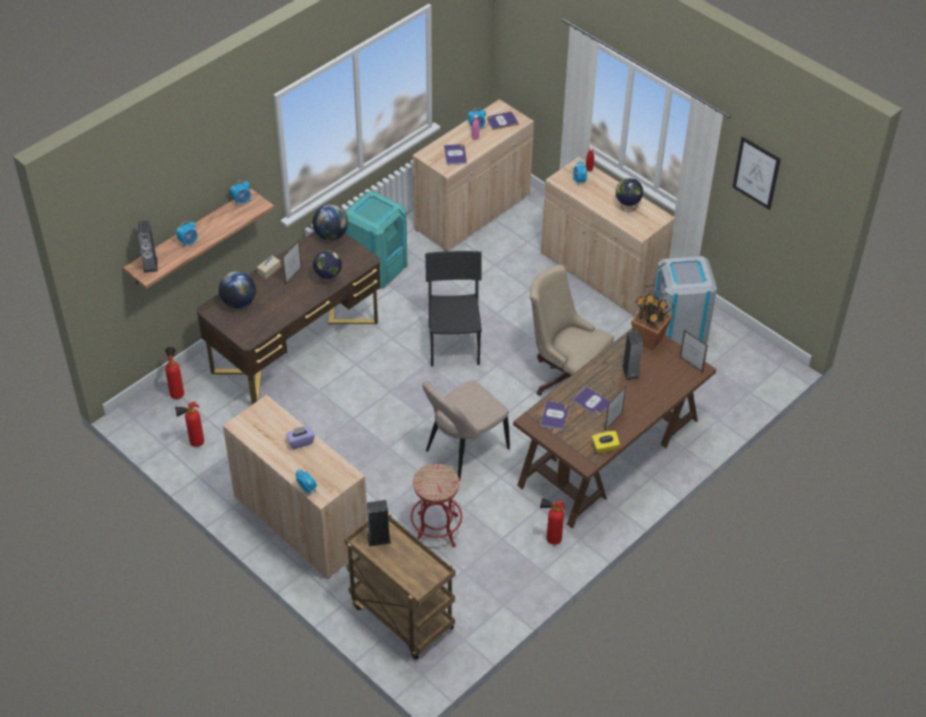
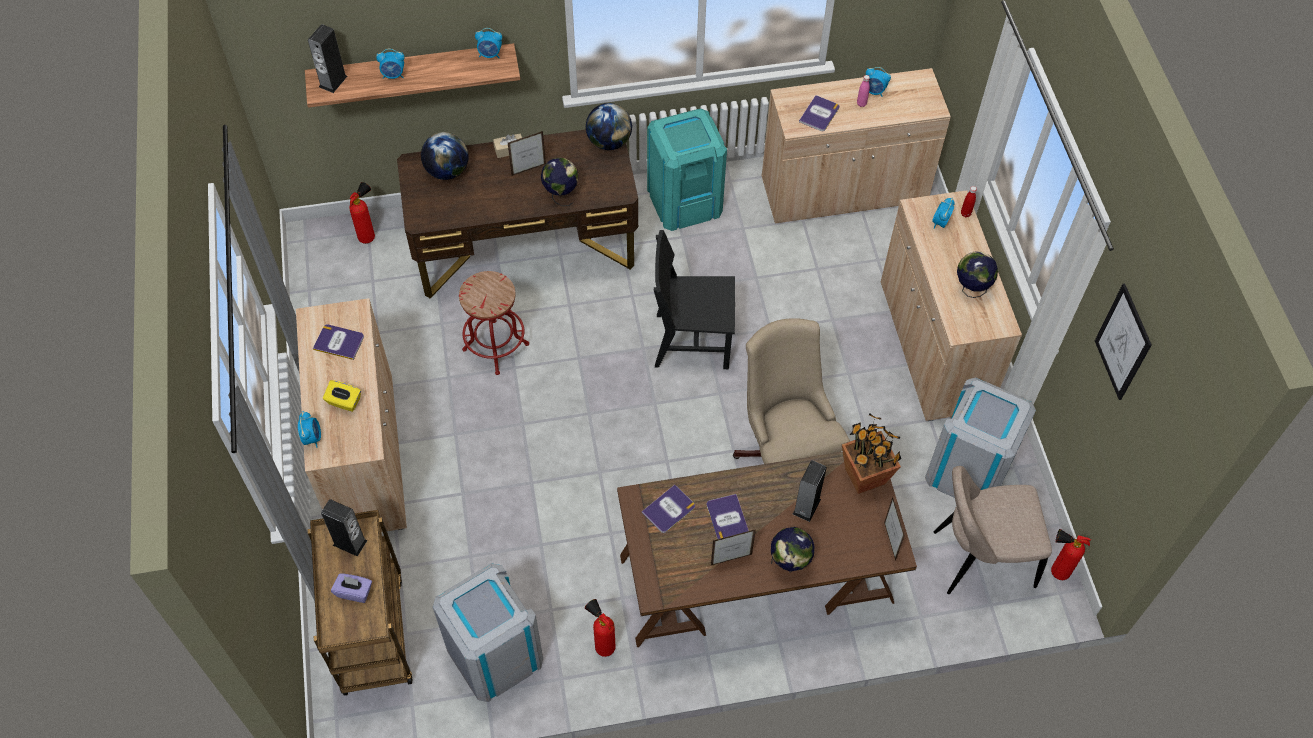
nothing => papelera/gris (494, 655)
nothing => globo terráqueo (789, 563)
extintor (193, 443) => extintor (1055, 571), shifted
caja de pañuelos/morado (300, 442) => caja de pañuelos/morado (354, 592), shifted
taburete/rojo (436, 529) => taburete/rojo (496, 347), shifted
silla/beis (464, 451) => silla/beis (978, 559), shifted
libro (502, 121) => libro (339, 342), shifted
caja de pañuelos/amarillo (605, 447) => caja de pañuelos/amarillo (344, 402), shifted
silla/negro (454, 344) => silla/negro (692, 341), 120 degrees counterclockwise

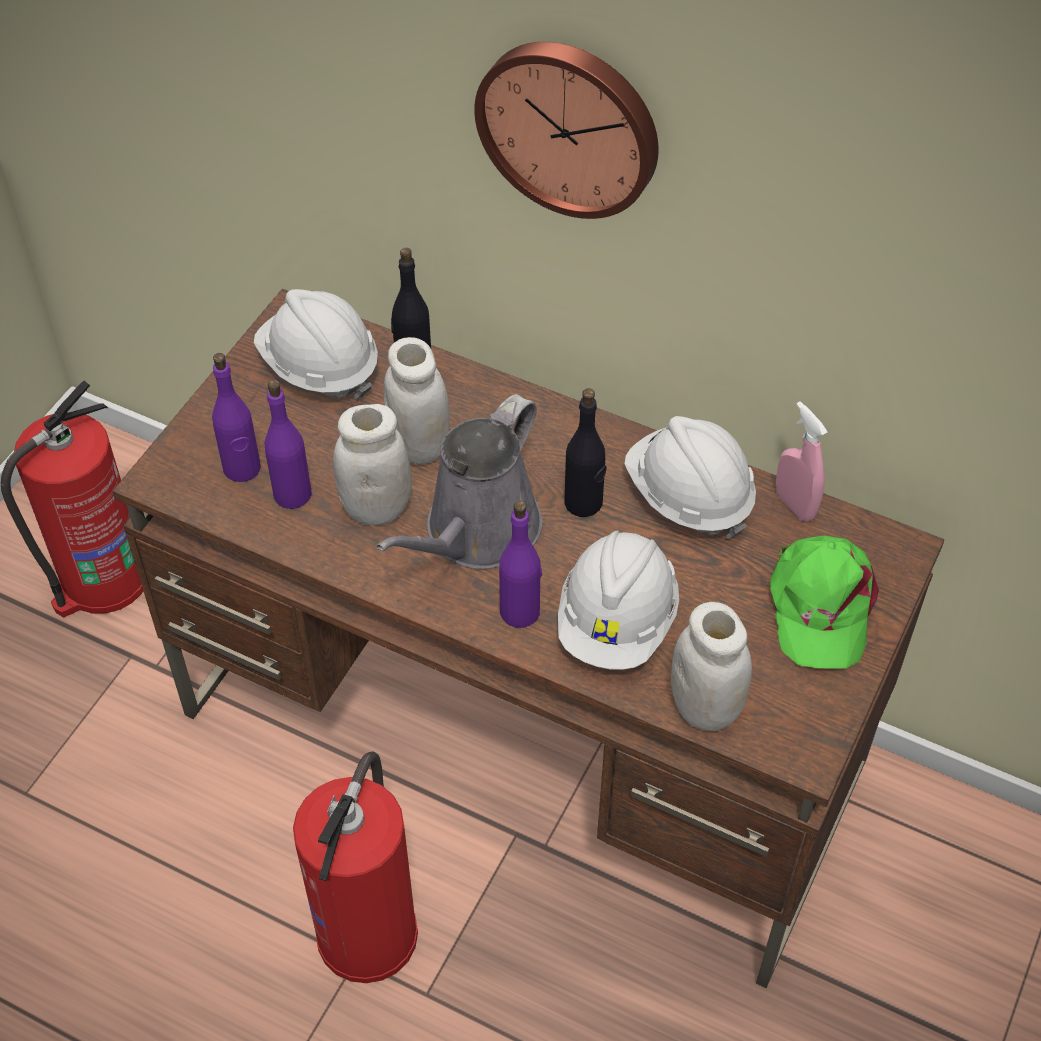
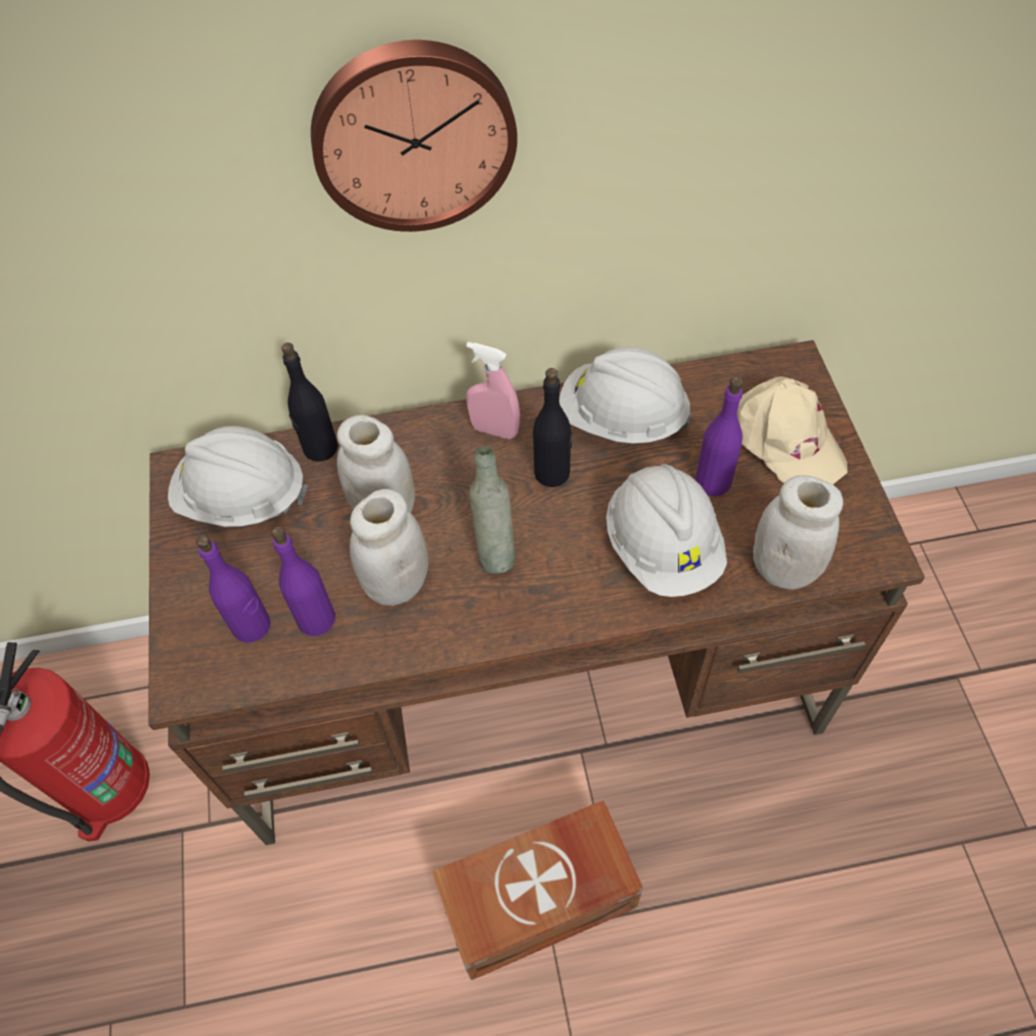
botella/morado (520, 611) => botella/morado (713, 481), shifted
pulverizador/rosa (794, 505) => pulverizador/rosa (494, 430), shifted
extintor (369, 931) => caja de almacenaje/marrón (541, 901)
regadera/gris (476, 533) => botella/gris (495, 550)
gorra/verde (820, 606) => gorra/beis (784, 440)

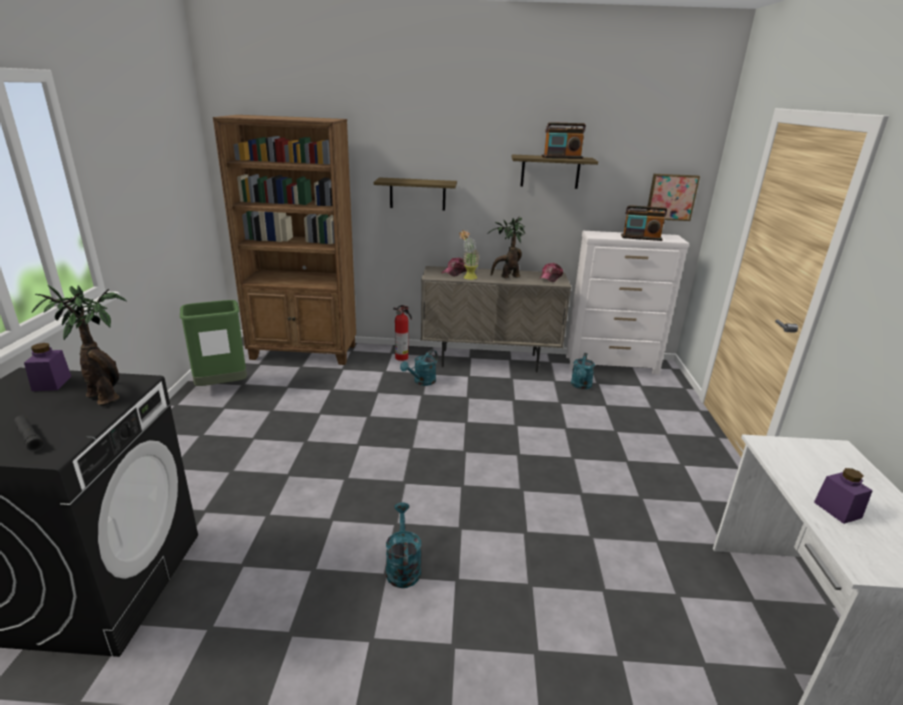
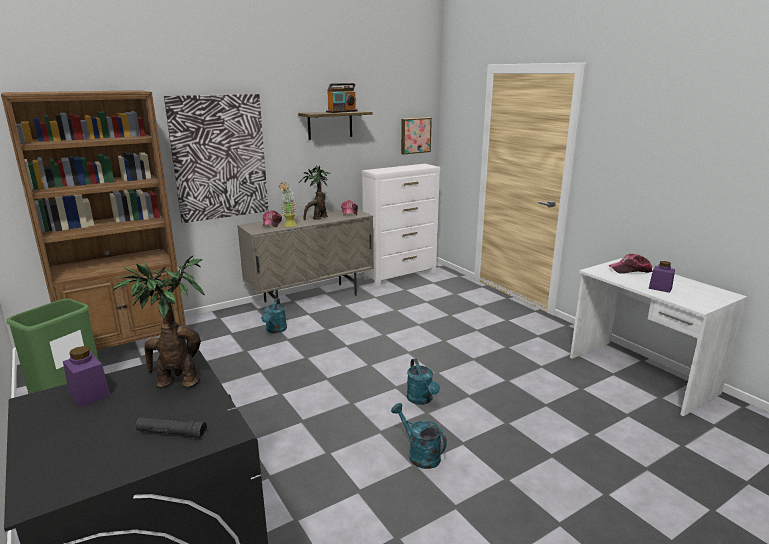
extintor (402, 358) => nothing
radio (641, 238) => nothing
nothing => gorra (630, 270)
regadera/turquesa (581, 386) => regadera/turquesa (422, 400), shifted
estante (417, 194) => cuadro (219, 157)

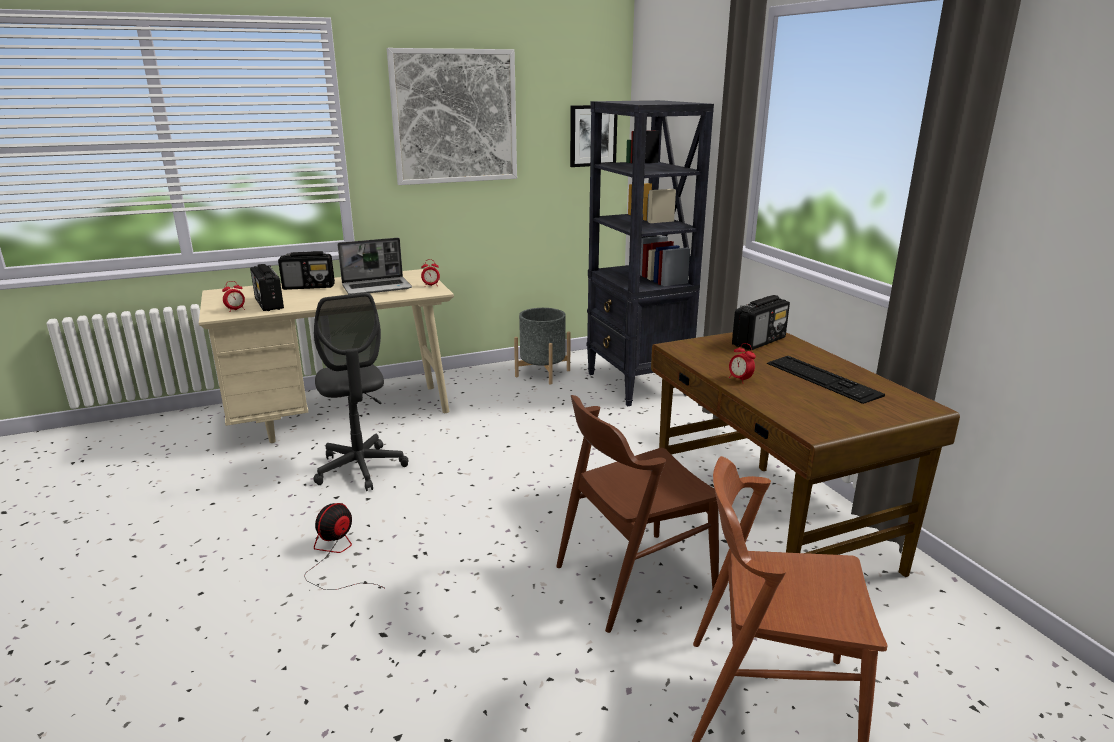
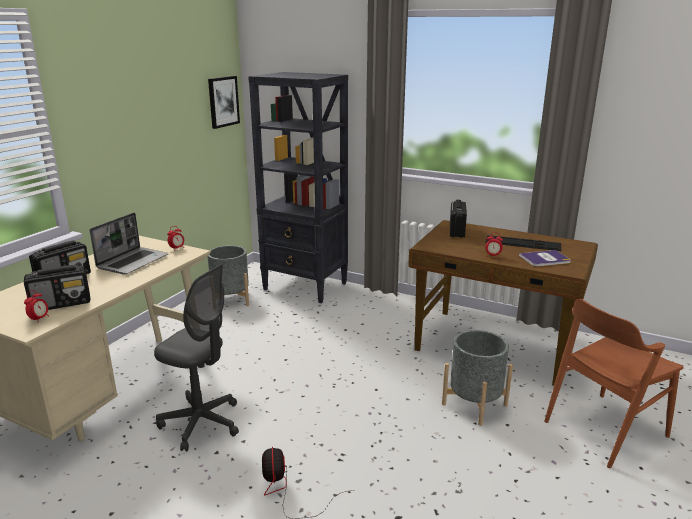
cuadro (454, 117) => nothing
nothing => libro (545, 259)
silla/marrón (634, 579) => maceta/gris (474, 404)
radio (269, 304) => radio (62, 304), 45 degrees counterclockwise

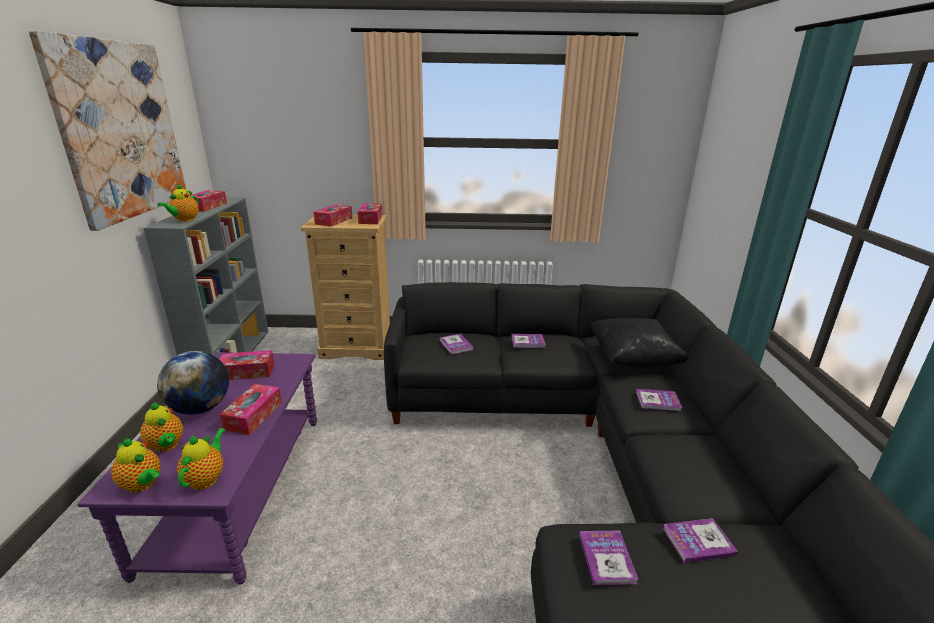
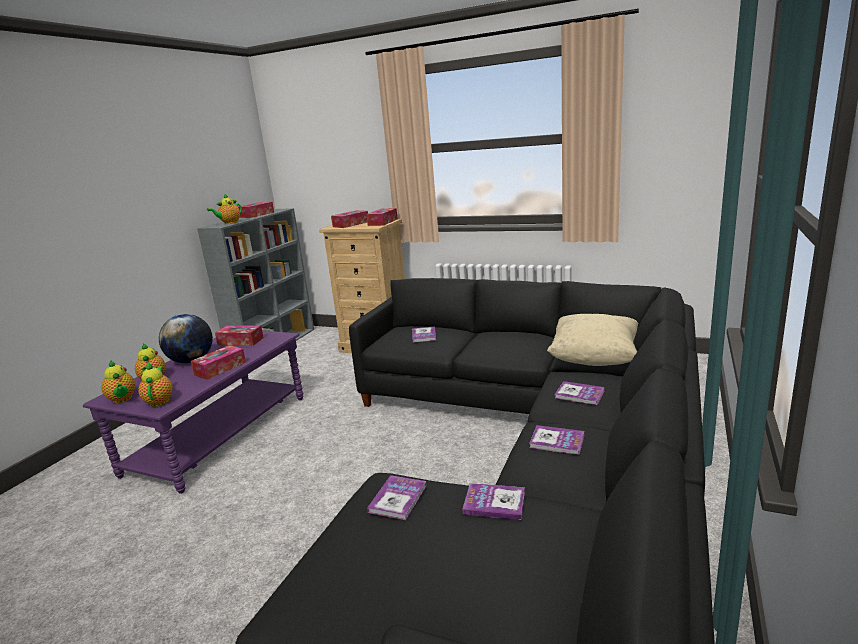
cuadro (121, 130) => nothing
libro (528, 342) => libro (557, 441), shifted
cojín/negro (633, 359) => cojín/beis (594, 359)
tetera (206, 478) => tetera (160, 401), 45 degrees counterclockwise

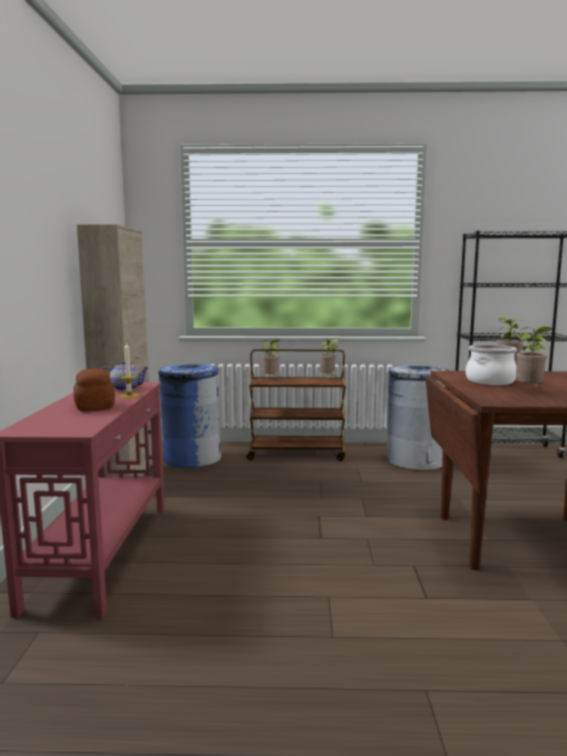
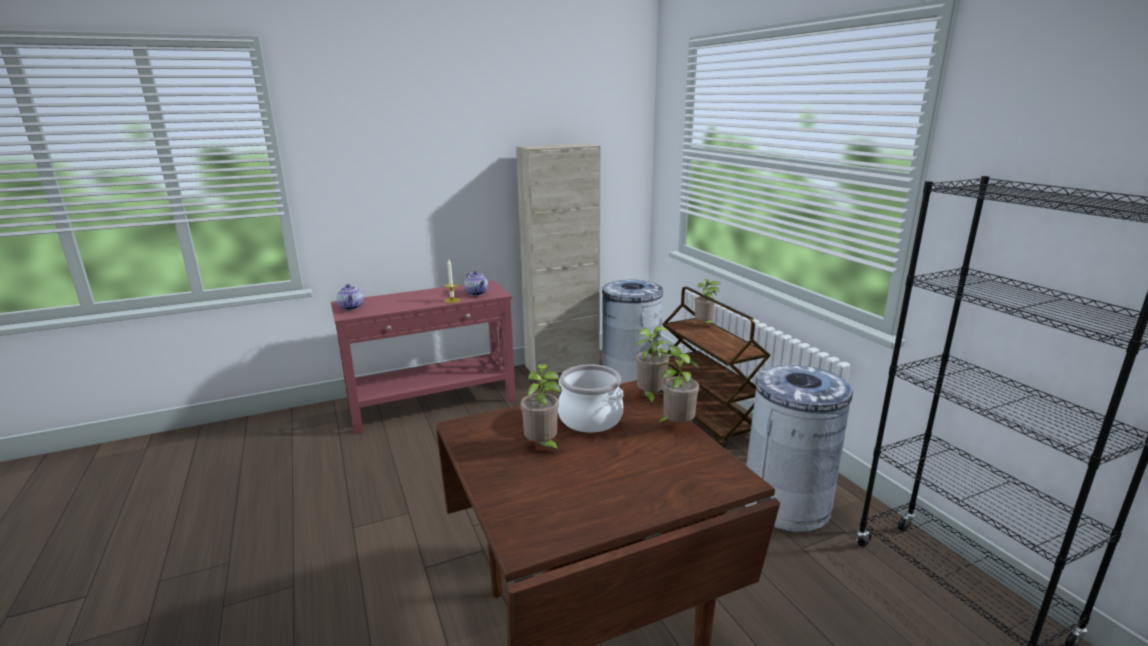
pan (95, 406) => nothing
nothing => tetera (352, 307)
planta en maceta (328, 377) => planta en maceta (650, 397), shifted
papelera/azul (192, 458) => papelera/gris (630, 376)

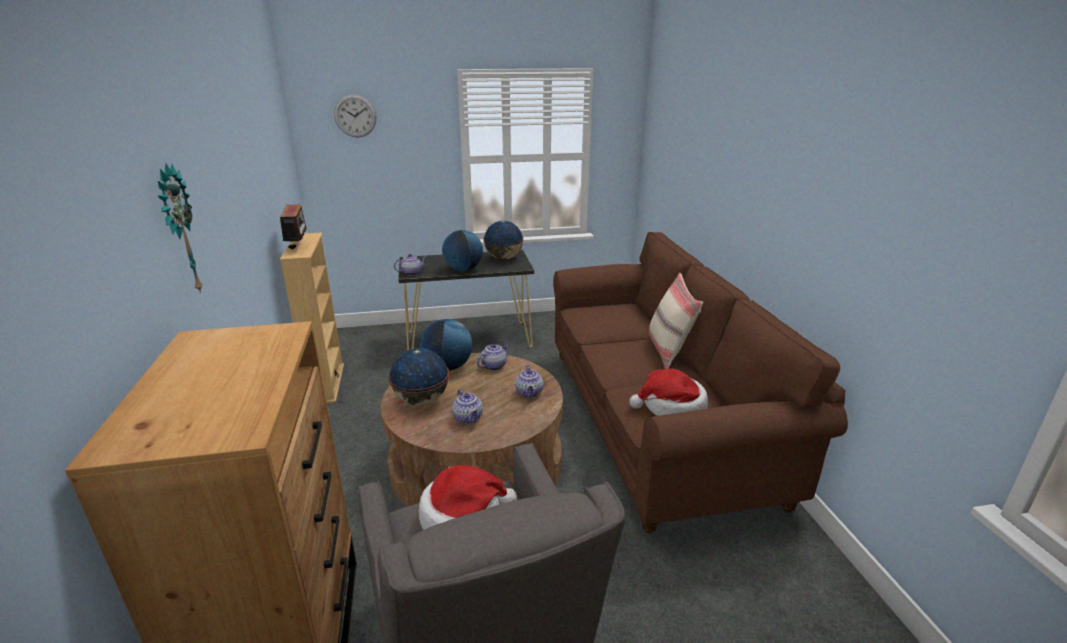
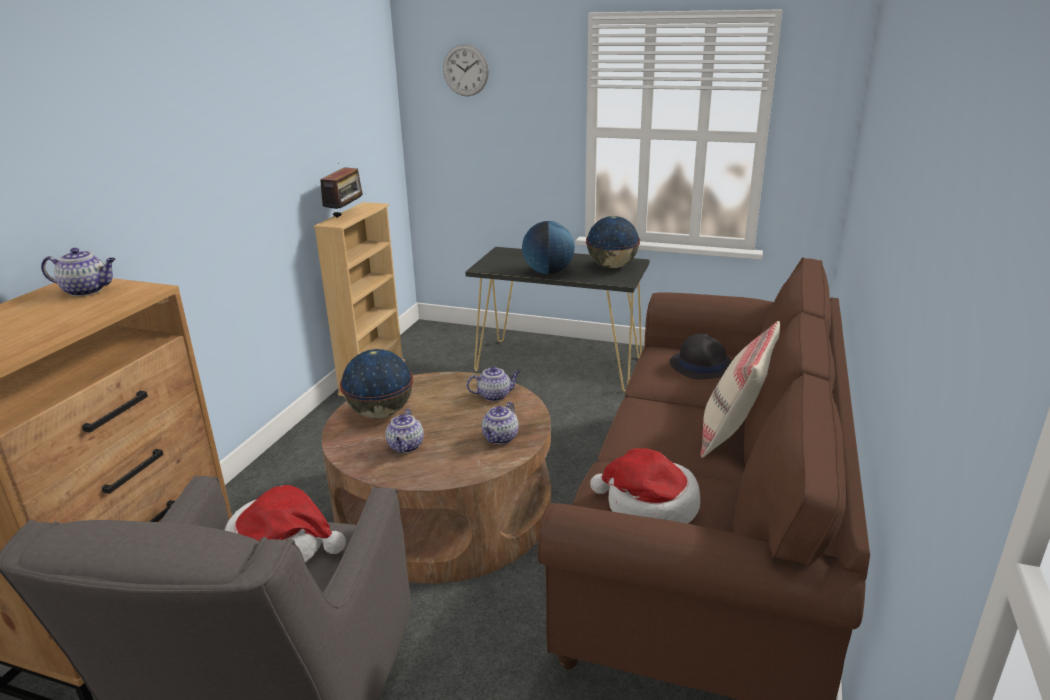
reloj de pared (177, 231) => nothing
globo terráqueo (448, 367) => nothing
nothing => sombrero/negro (701, 365)
tetera (412, 273) => tetera (87, 290), shifted

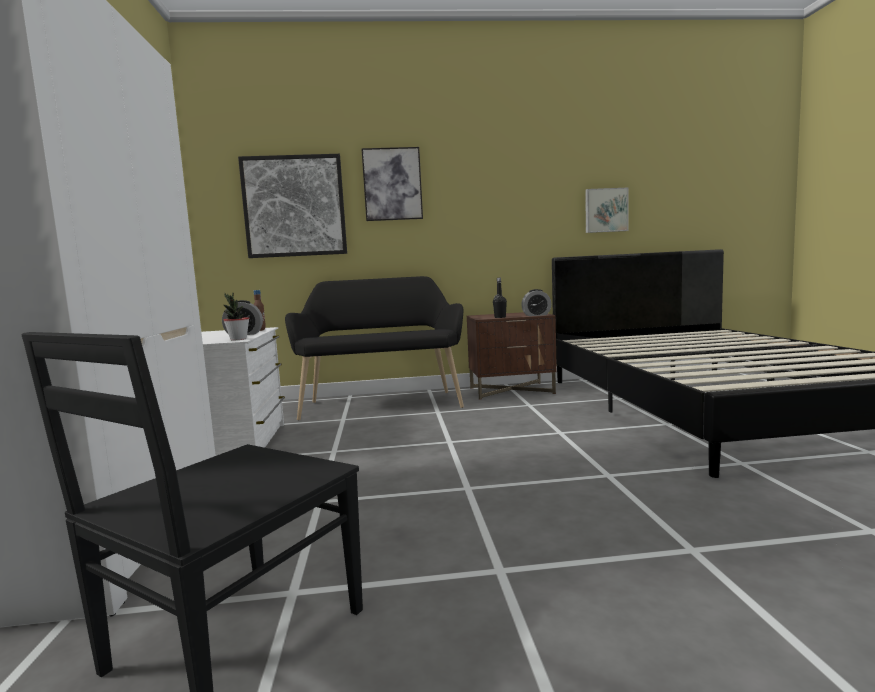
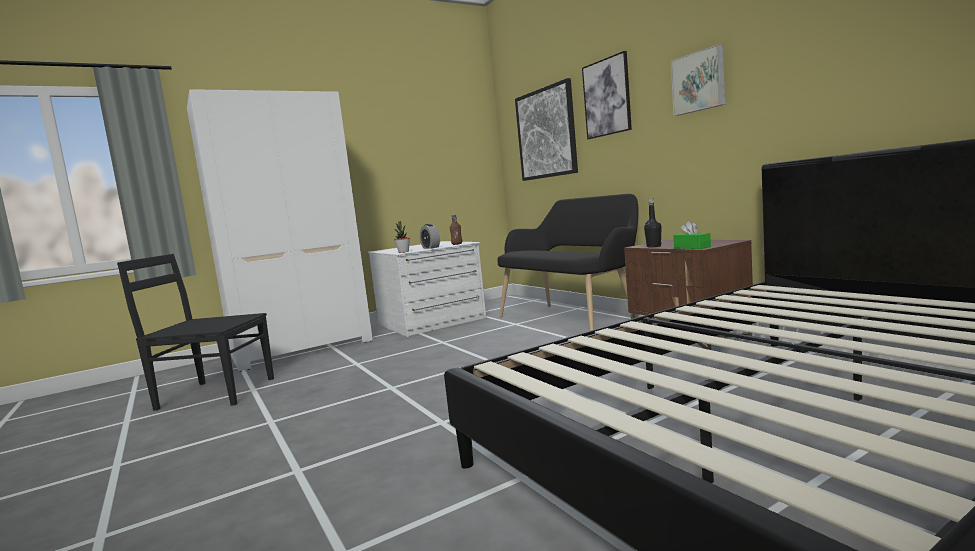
cuadro (605, 210) => cuadro (699, 82), shifted
despertador (536, 315) => caja de pañuelos/verde (692, 247)

